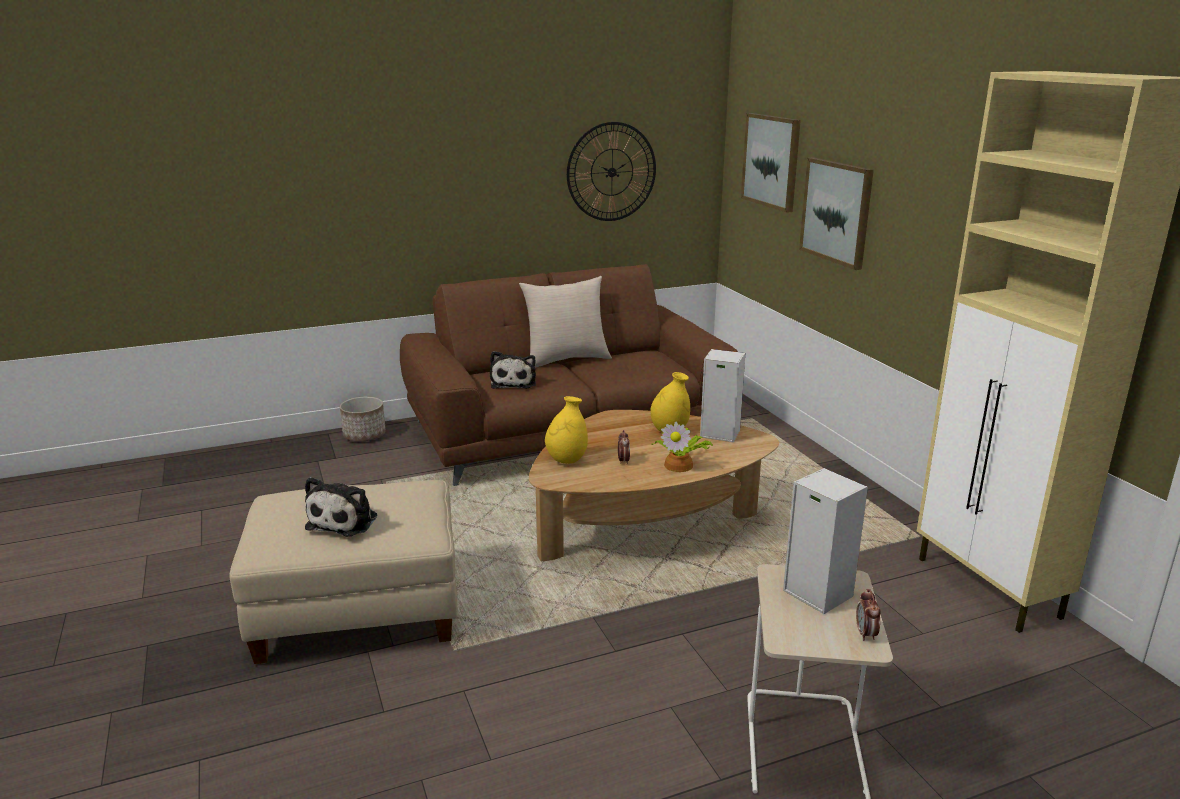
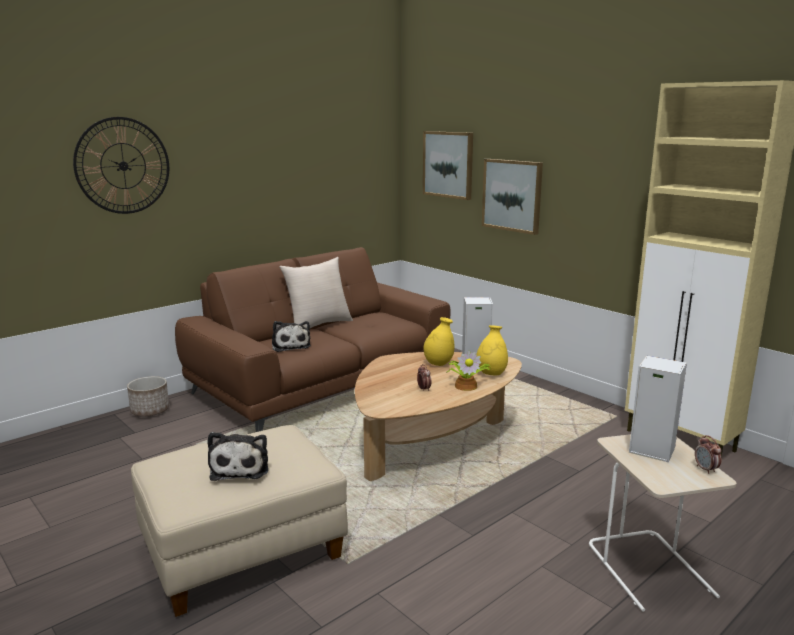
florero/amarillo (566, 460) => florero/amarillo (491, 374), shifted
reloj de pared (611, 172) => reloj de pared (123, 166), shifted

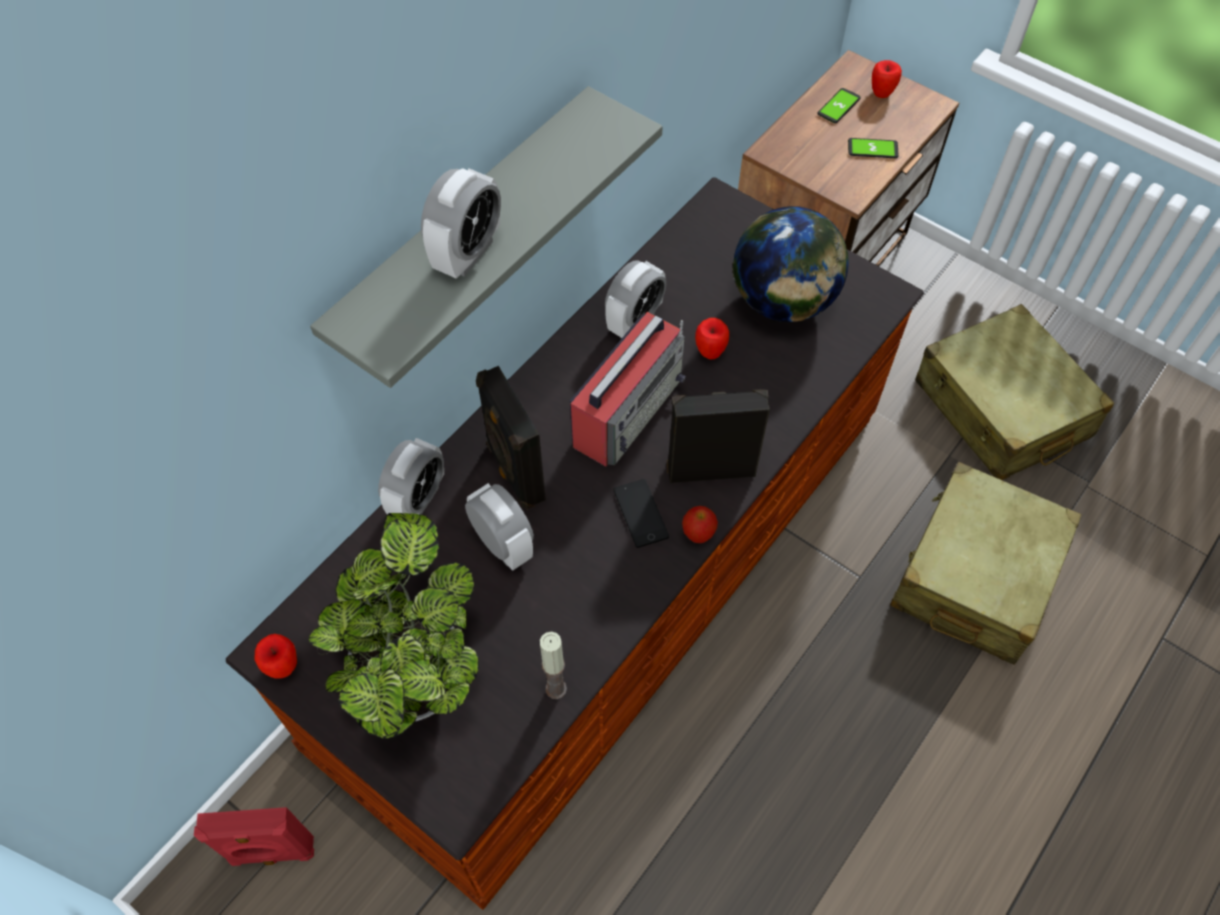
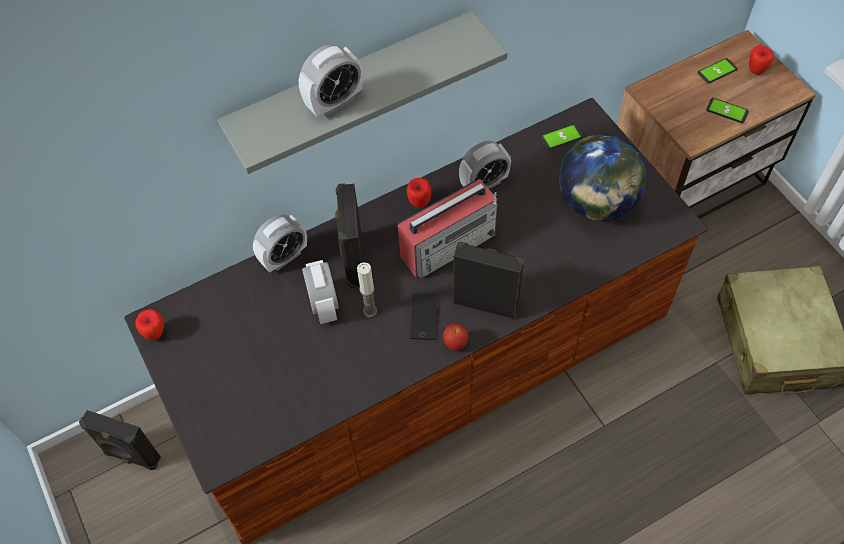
planta en maceta (413, 671) => nothing
maleta/beis (975, 576) => nothing
nothing => móvil (561, 137)
vela (556, 689) => vela (370, 311), shifted
manzana (710, 352) => manzana (419, 202), shifted
altavoz/rojo (272, 853) => altavoz/negro (132, 457)

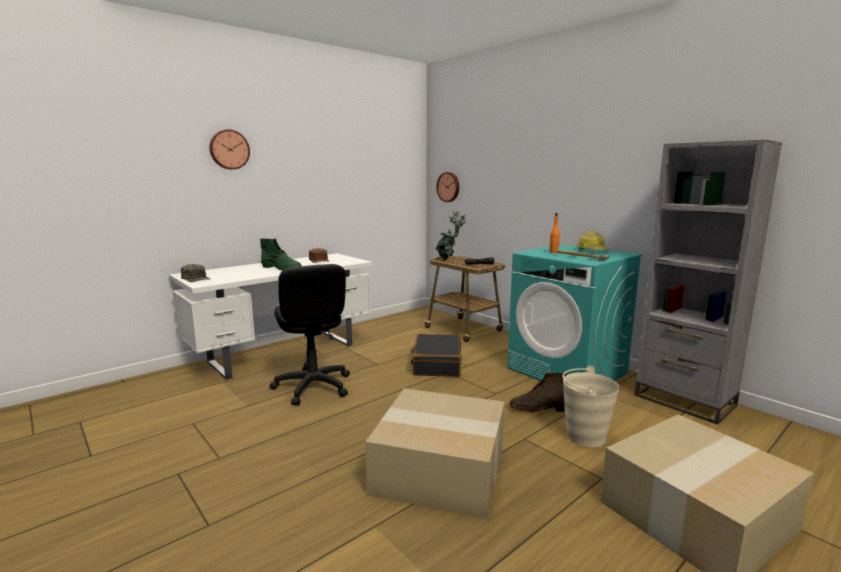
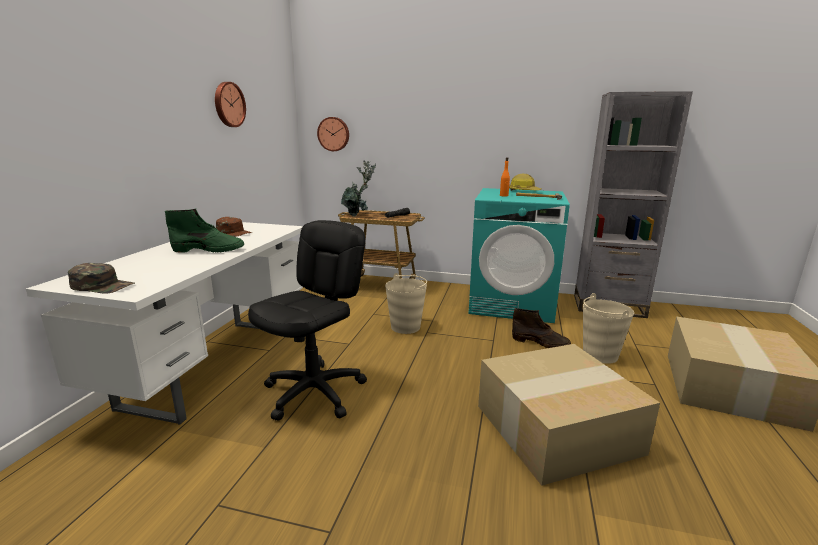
reloj de pared (229, 149) => reloj de pared (228, 104), shifted
maleta/negro (437, 364) => cubo/beis (406, 327)
silla de oficina/negro (313, 387) => silla de oficina/negro (315, 392), 90 degrees counterclockwise
bota/marrón (539, 408) => bota/marrón (540, 342), 120 degrees counterclockwise

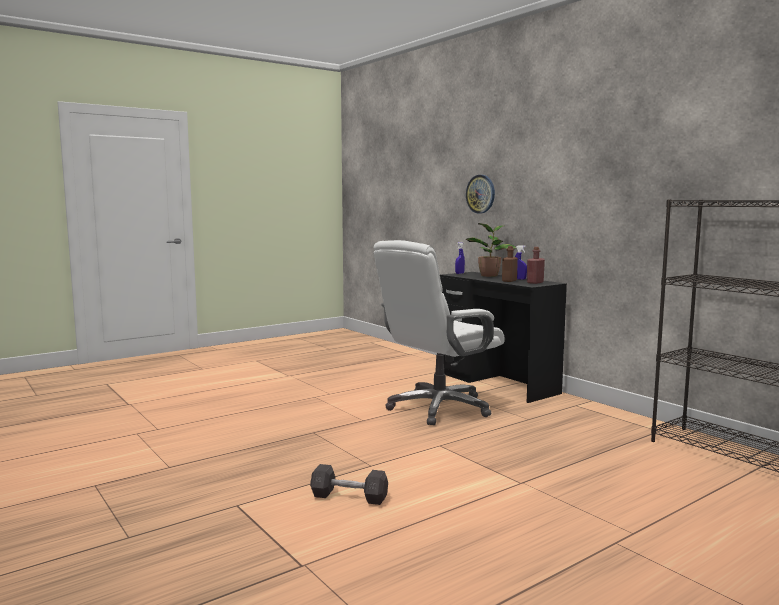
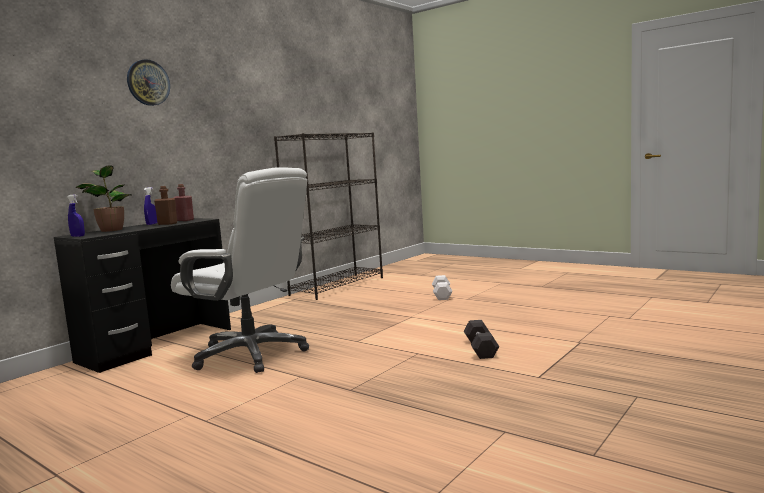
nothing => mancuerna/blanco (442, 295)
reloj de pared (480, 194) => reloj de pared (148, 83), shifted

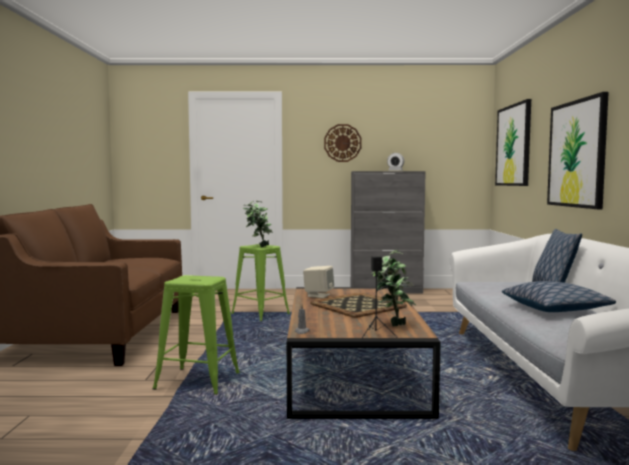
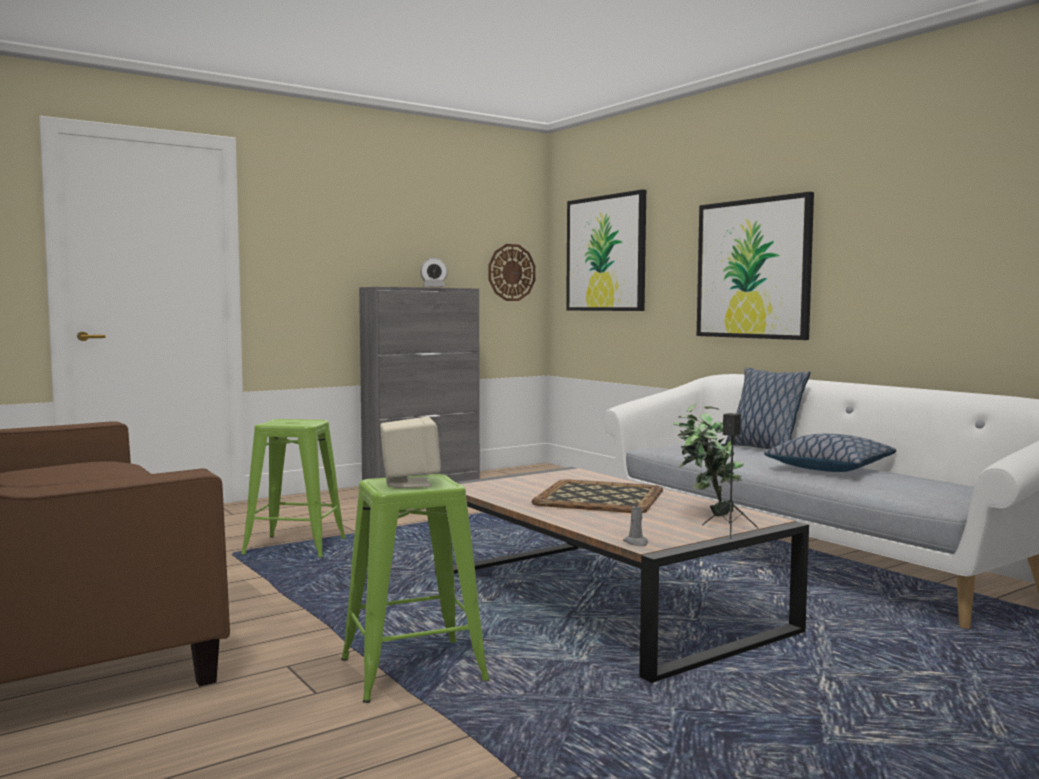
planta en maceta (258, 247) => nothing
altavoz/beis (318, 295) => altavoz/beis (409, 483), shifted
reloj de pared (342, 143) => reloj de pared (511, 272), shifted

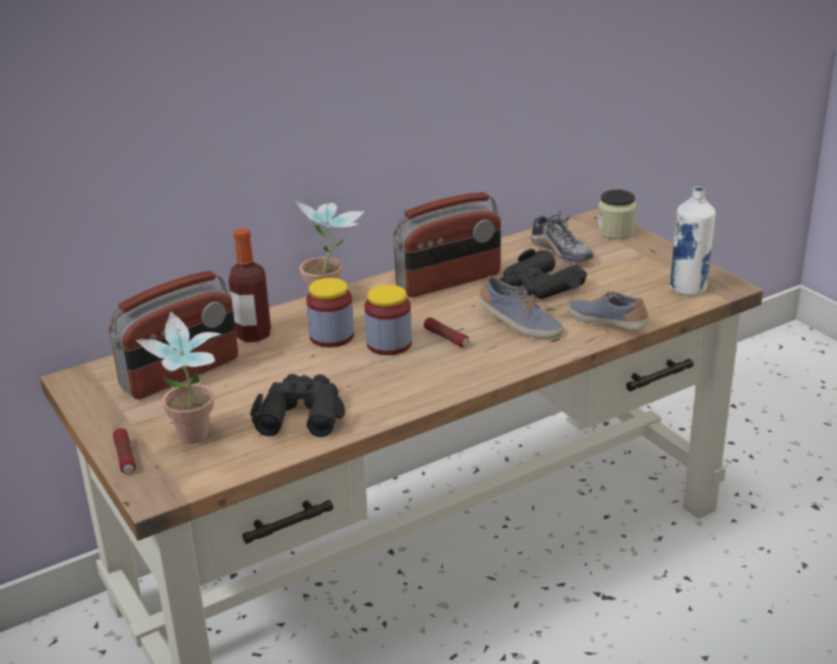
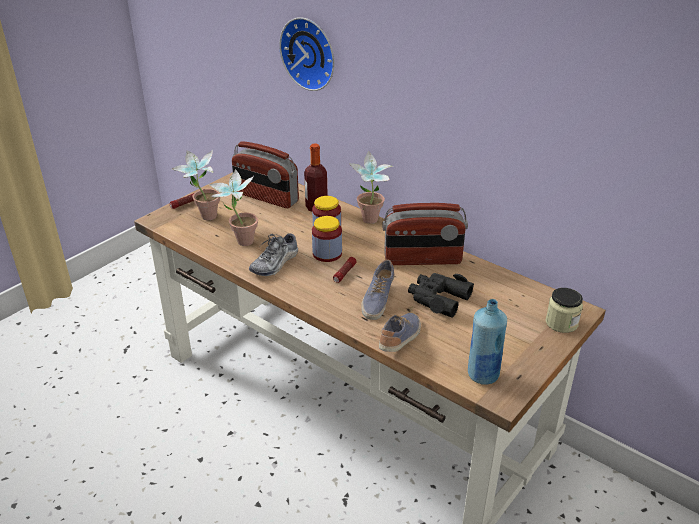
nothing => reloj de pared (310, 53)
zapato (561, 252) => zapato (275, 263), shifted
prismáticos/negro (301, 413) => planta en maceta (239, 242)
botella/blanco (688, 289) => botella/azul (482, 375)
radio (449, 281) => radio (422, 260), 45 degrees counterclockwise

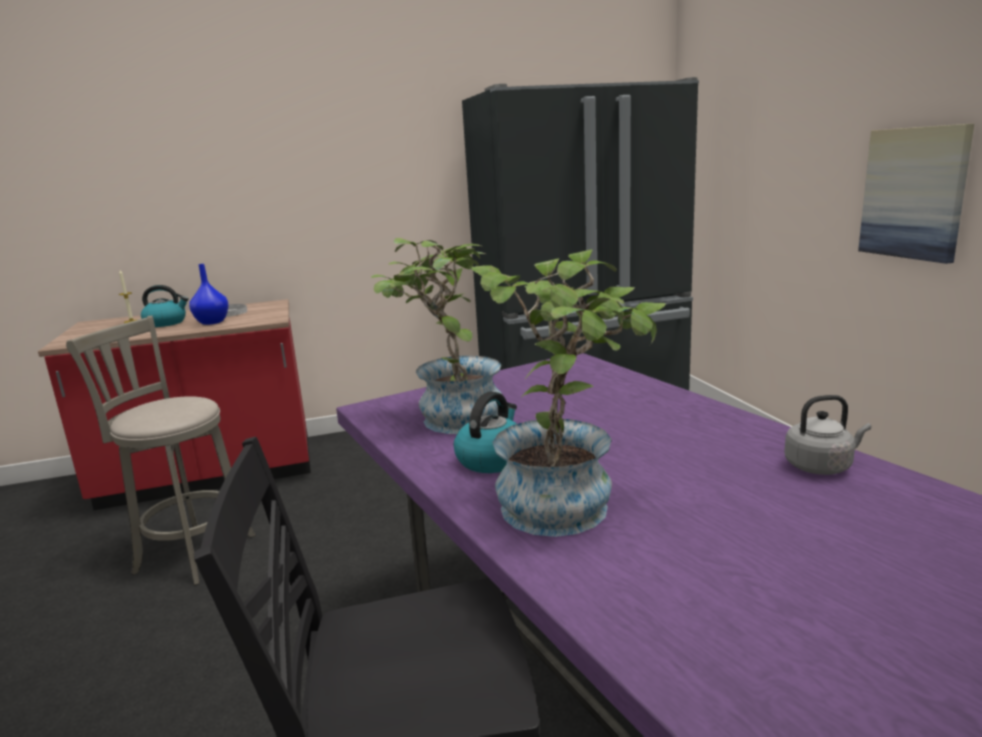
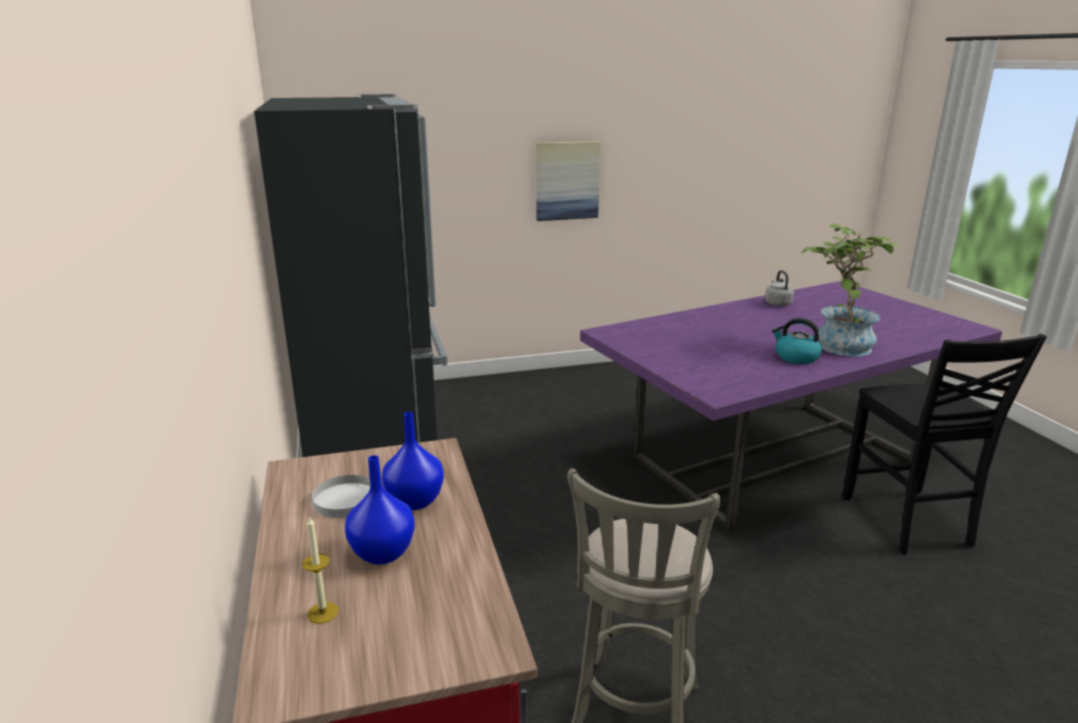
planta en maceta (449, 418) => nothing
hervidor (166, 323) => florero/azul (381, 554)

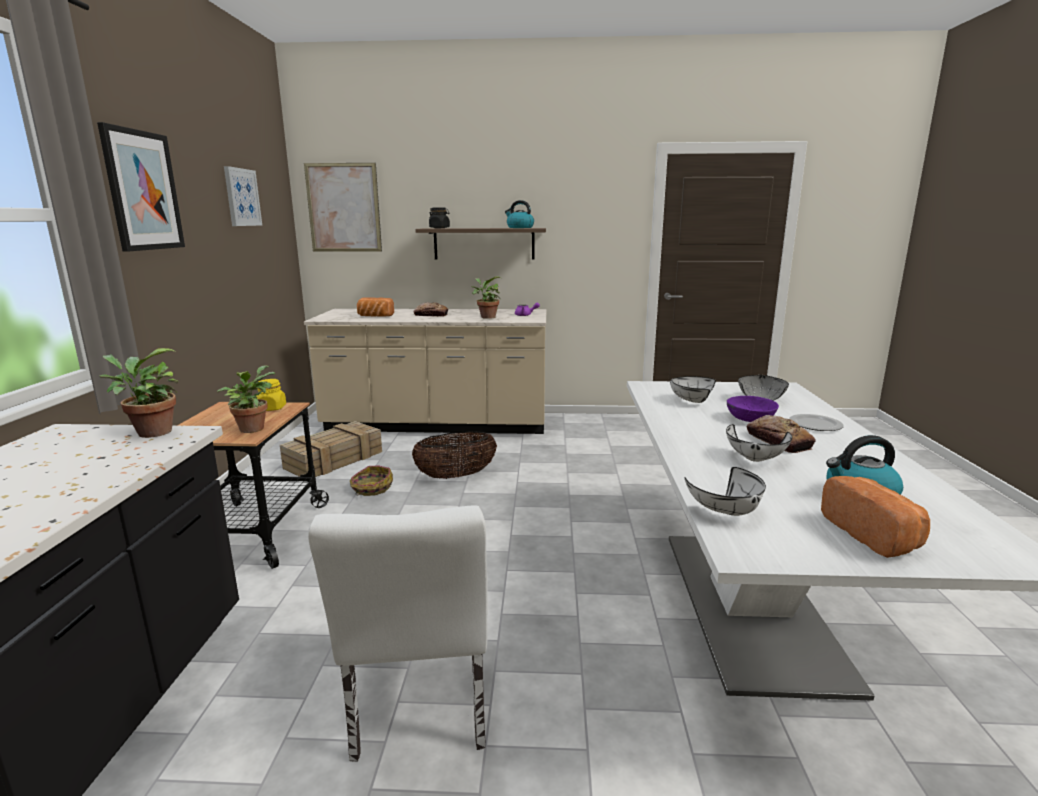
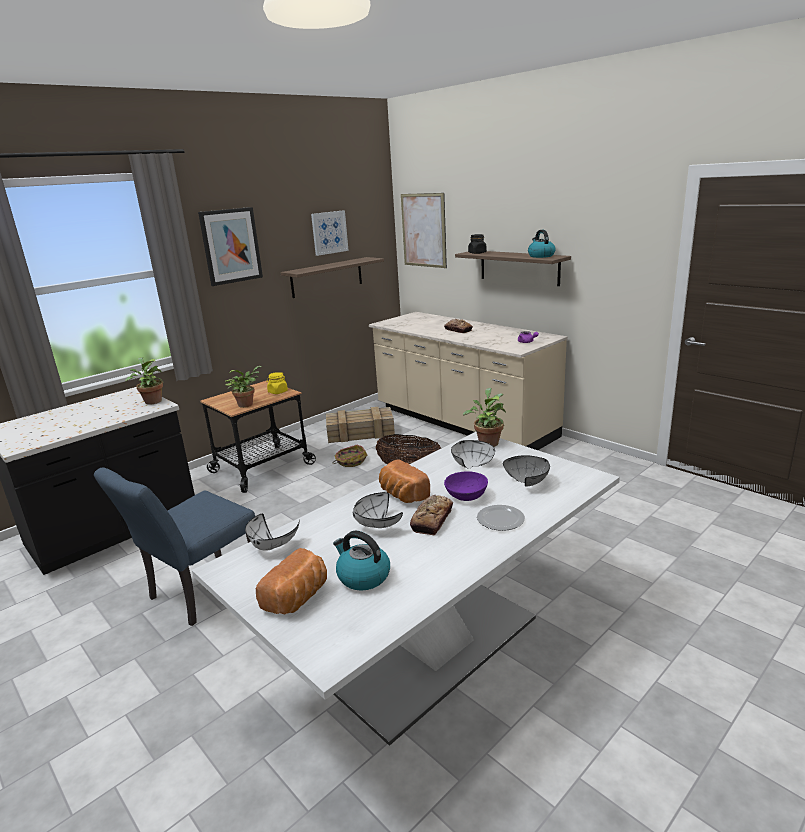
nothing => estante (327, 277)
pan (374, 316) => pan (402, 495), shifted
planta en maceta (486, 317) => planta en maceta (487, 442), shifted
silla/blanco (420, 706) => silla/azul (199, 593)

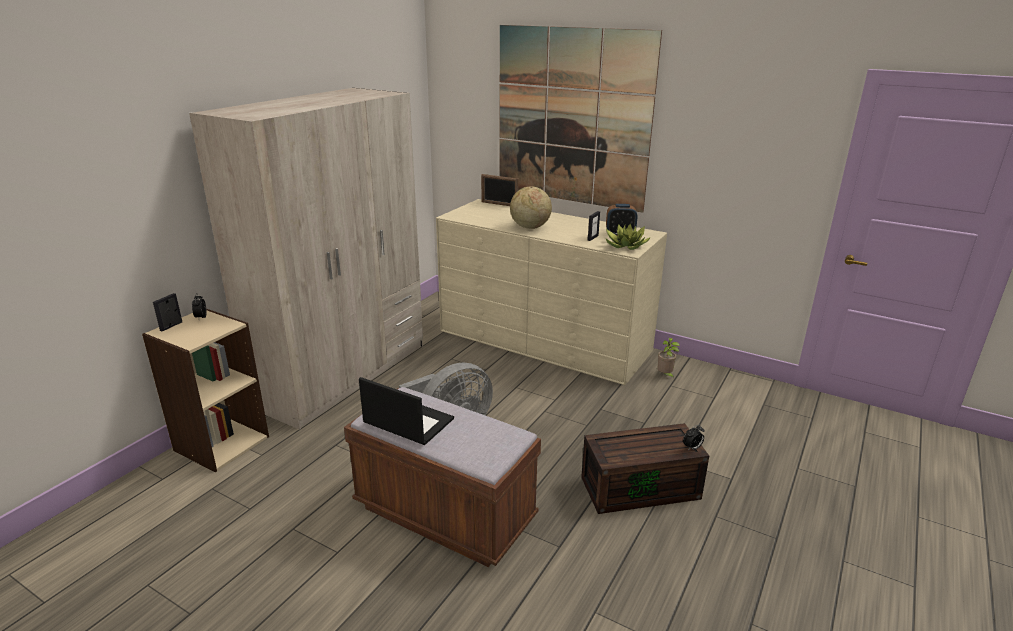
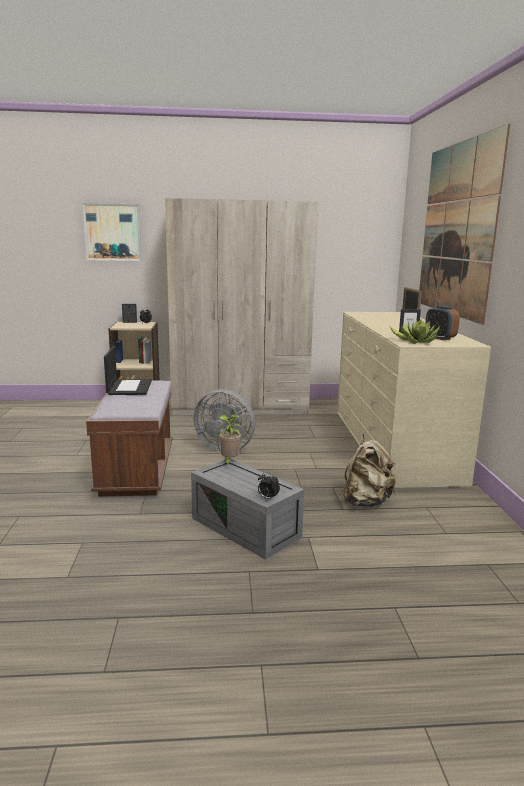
globo terráqueo (530, 227) => nothing
nothing => cuadro (113, 232)
nothing => mochila/beis (366, 502)
planta en maceta (665, 375) => planta en maceta (229, 461), shifted
caja de almacenaje/marrón (641, 487) => caja de almacenaje/gris (247, 527)

